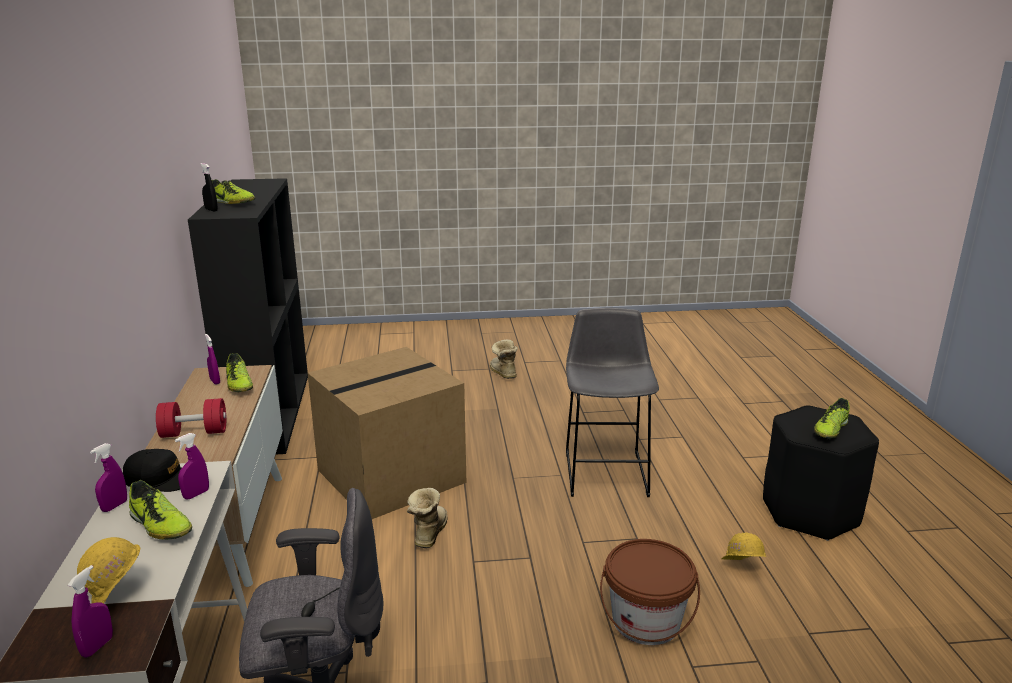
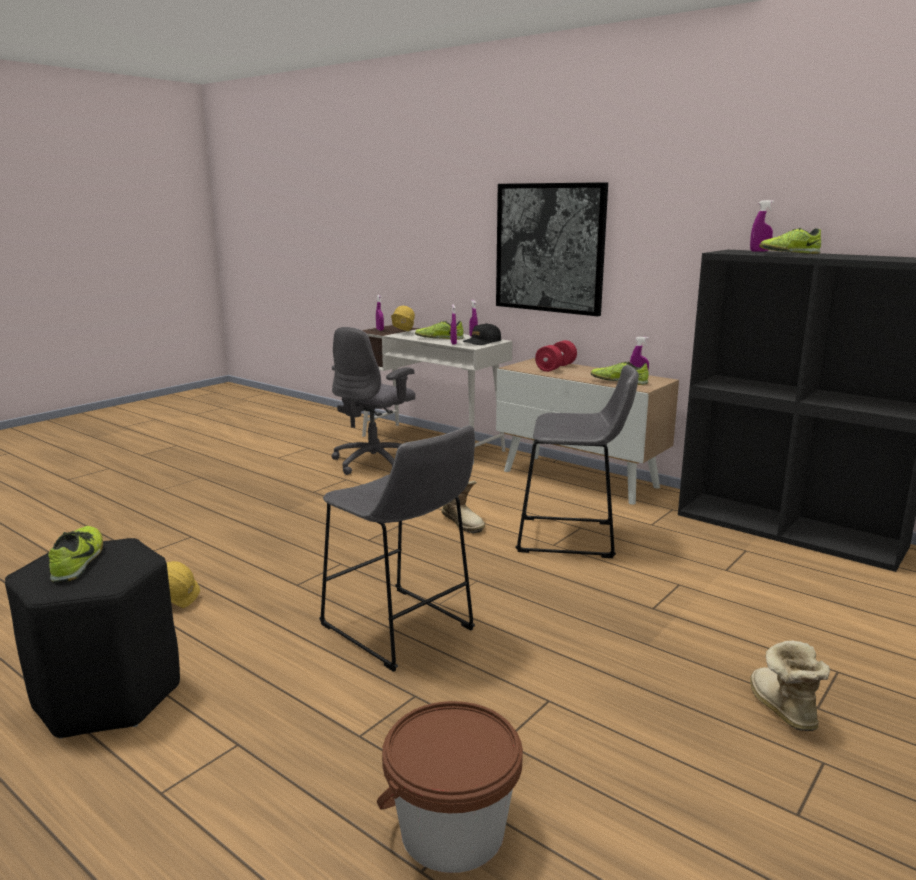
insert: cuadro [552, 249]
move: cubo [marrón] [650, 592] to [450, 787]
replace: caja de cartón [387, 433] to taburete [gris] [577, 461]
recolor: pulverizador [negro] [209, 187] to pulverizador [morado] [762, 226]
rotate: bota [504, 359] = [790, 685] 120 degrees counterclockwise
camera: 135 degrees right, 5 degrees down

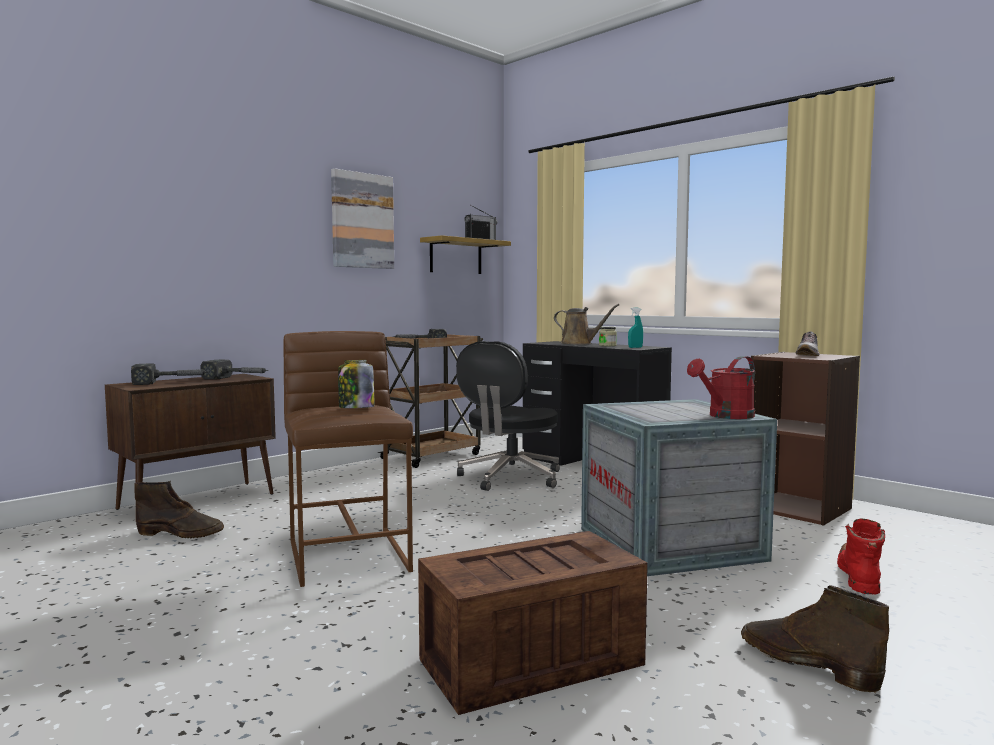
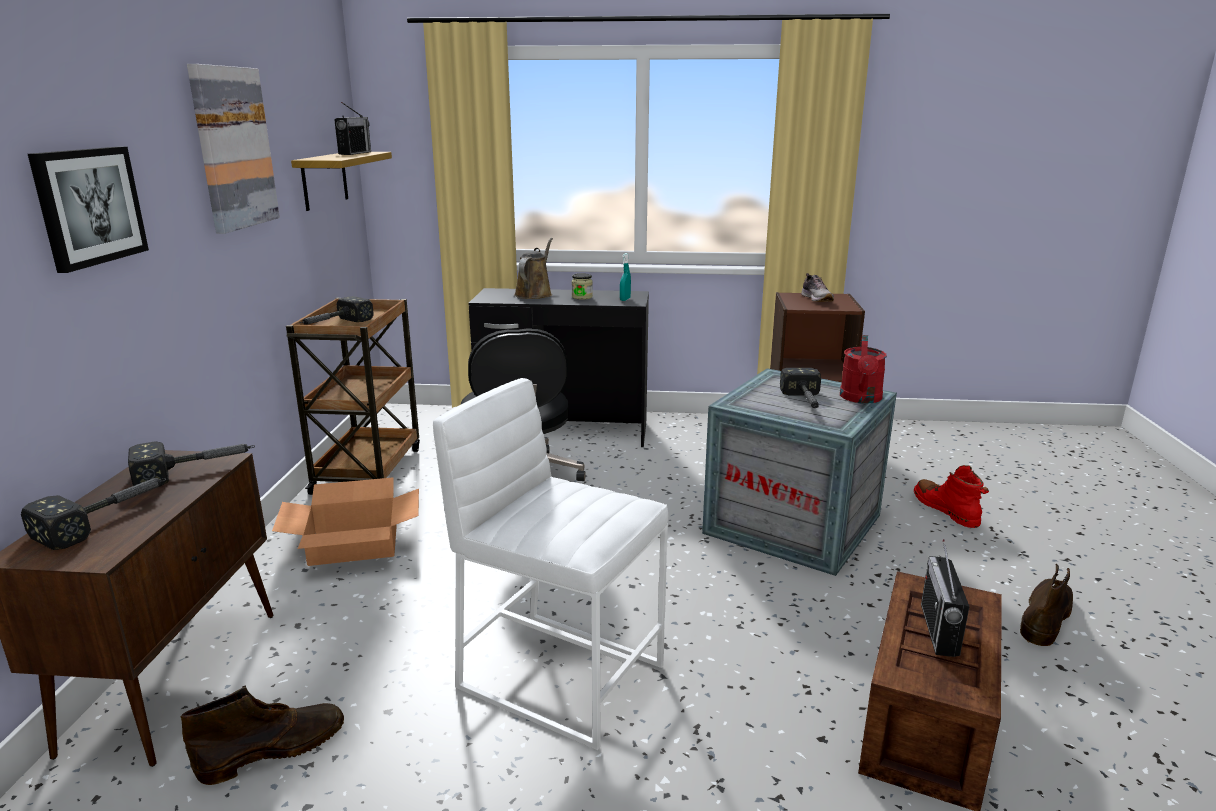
delete: tarro [356, 384]
insert: cuadro [88, 209]; caja de cartón [345, 521]; martillo [800, 388]; radio [945, 598]
recolor: taburete [marrón] [348, 459] to taburete [blanco] [550, 564]
rotate: regadera [marrón] [586, 324] = [533, 268] 60 degrees counterclockwise; bota [marrón] [815, 639] = [1046, 604] 120 degrees clockwise
camera: 40 degrees left, 15 degrees up

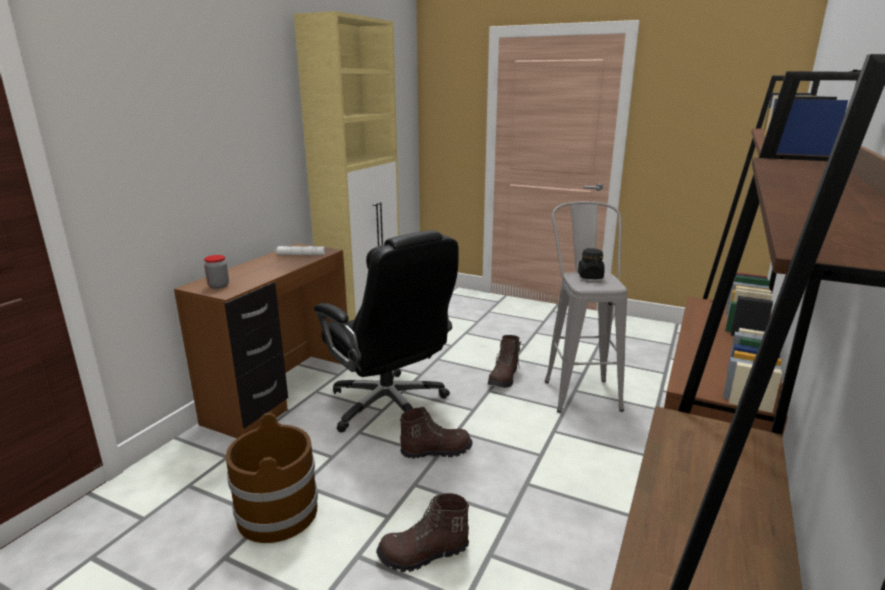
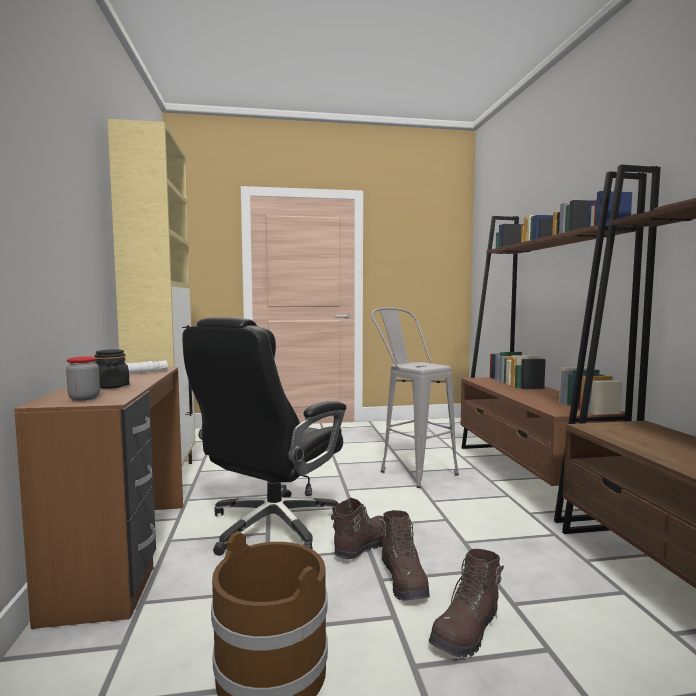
move: bota [marrón] [504, 361] to [405, 555]; tarro [negro] [591, 263] to [112, 369]
rotate: silla de oficina [negro] [386, 331] = [264, 436] 105 degrees clockwise
camera: 35 degrees left, 15 degrees down

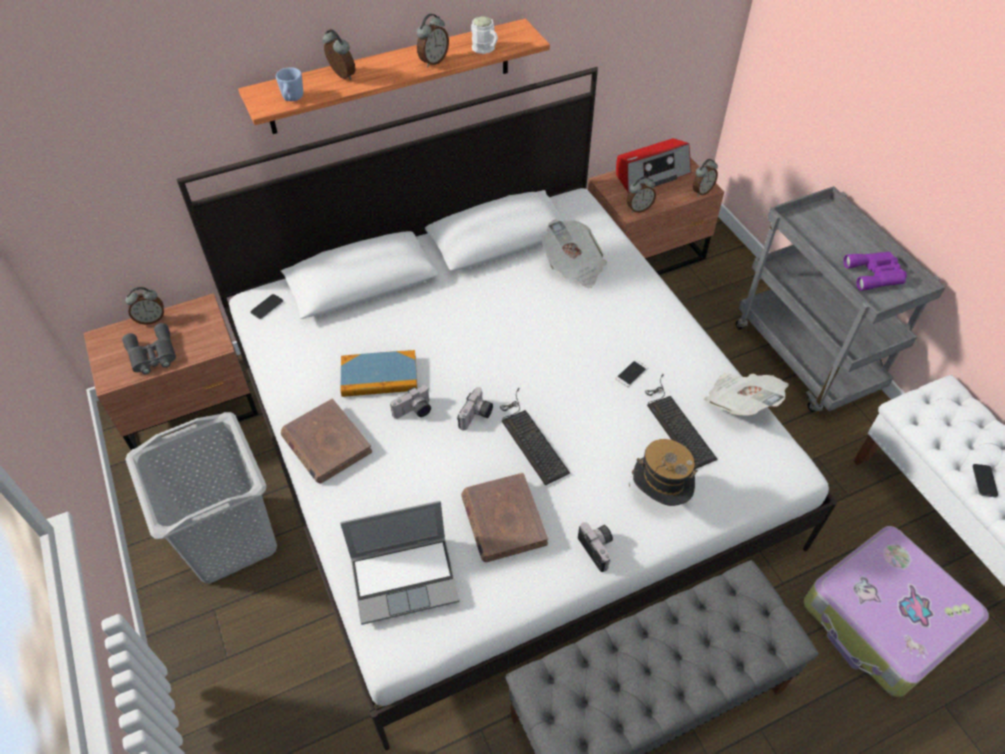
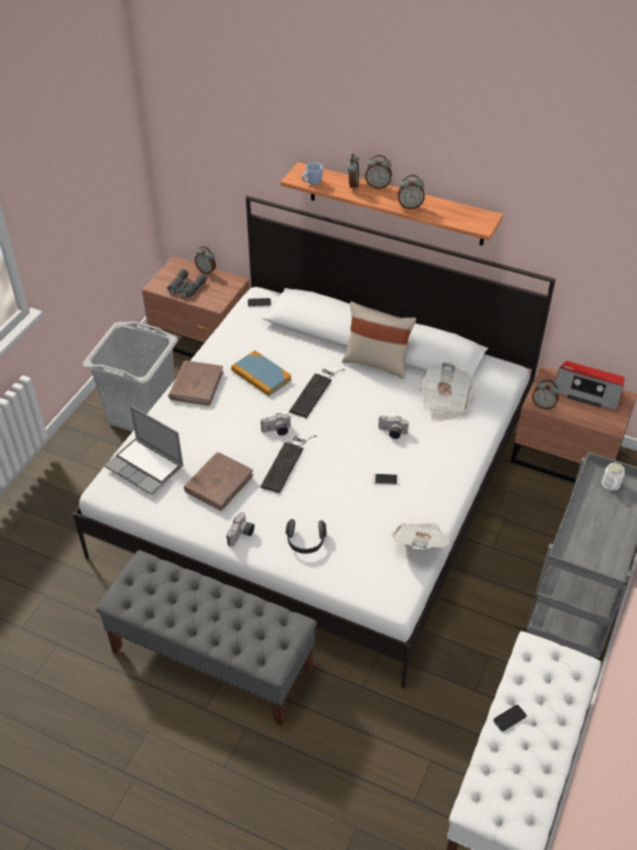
delete: maleta [896, 611]; prismáticos [morado] [875, 271]
insert: cojín [beis] [379, 340]
move: cámara [410, 402] to [393, 427]; taza grande [blanco] [484, 35] to [613, 477]; teclado [681, 422] to [317, 393]; despertador [705, 177] to [378, 172]
replace: sombrero [663, 472] to auriculares [306, 536]
camera: 50 degrees right, 5 degrees down

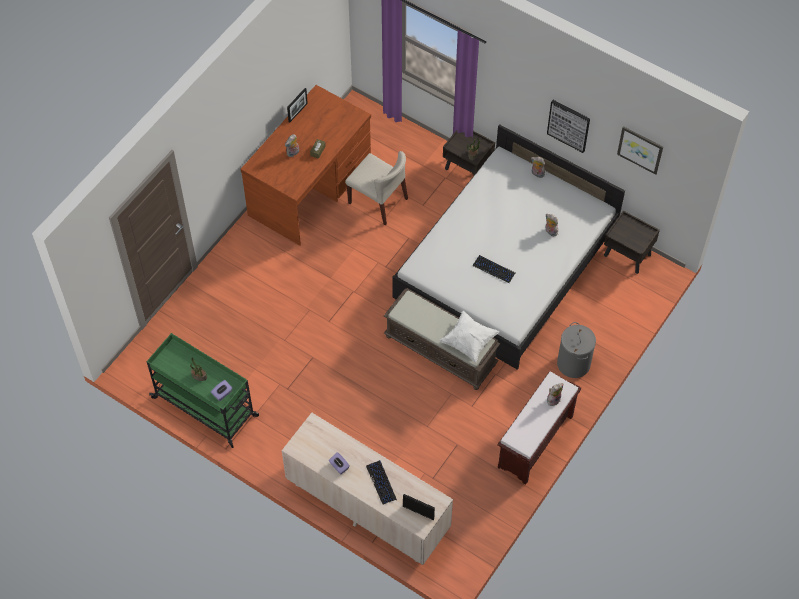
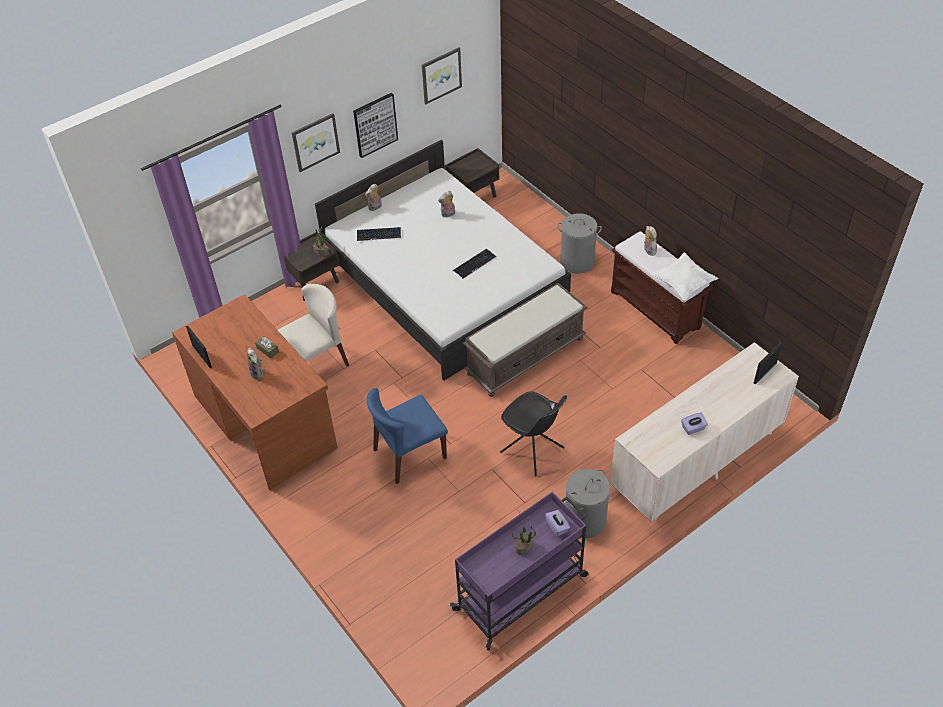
insert: cuadro [316, 142]; silla [azul] [407, 436]; silla [negro] [533, 434]; cesto de la ropa [gris] [587, 503]
move: teclado [381, 482] to [379, 234]; cojín [blanco] [469, 337] to [685, 276]
recolor: carrito [verde] [202, 390] to carrito [morado] [519, 571]
camera: 70 degrees left, 10 degrees down

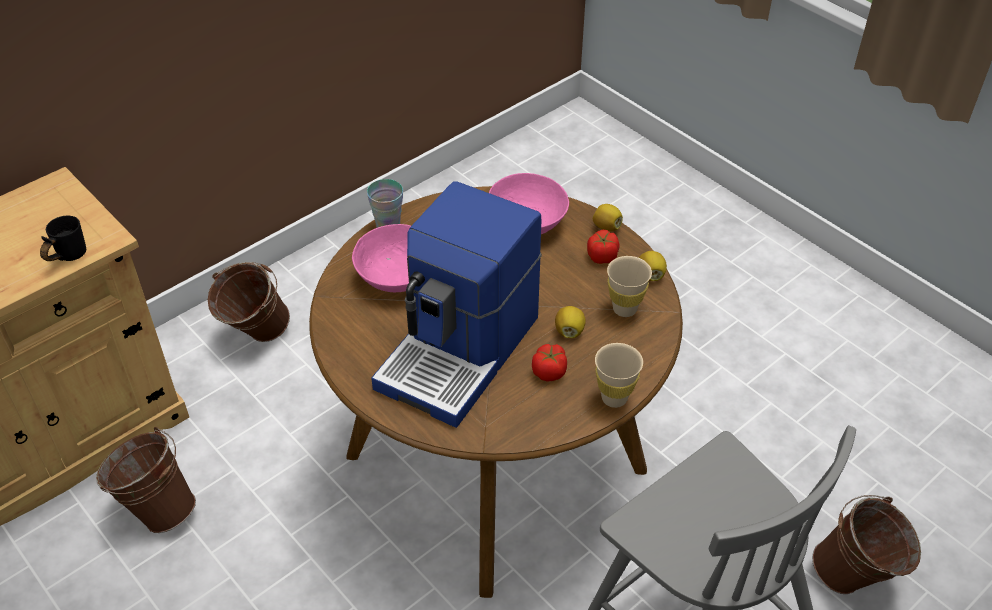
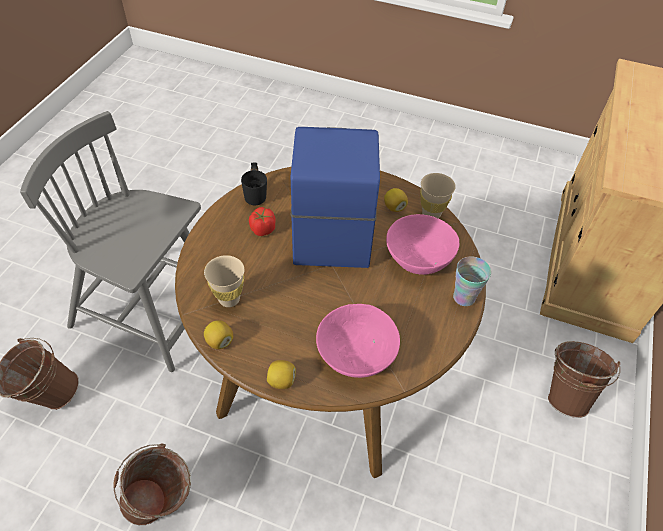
delete: tomate [603, 247]
move: taza grande [negro] [63, 238] to [254, 184]; cubo [marrón] [146, 480] to [152, 484]; limón [570, 322] to [396, 200]; taza [beis] [619, 375] to [438, 196]
camera: 150 degrees right, 5 degrees up

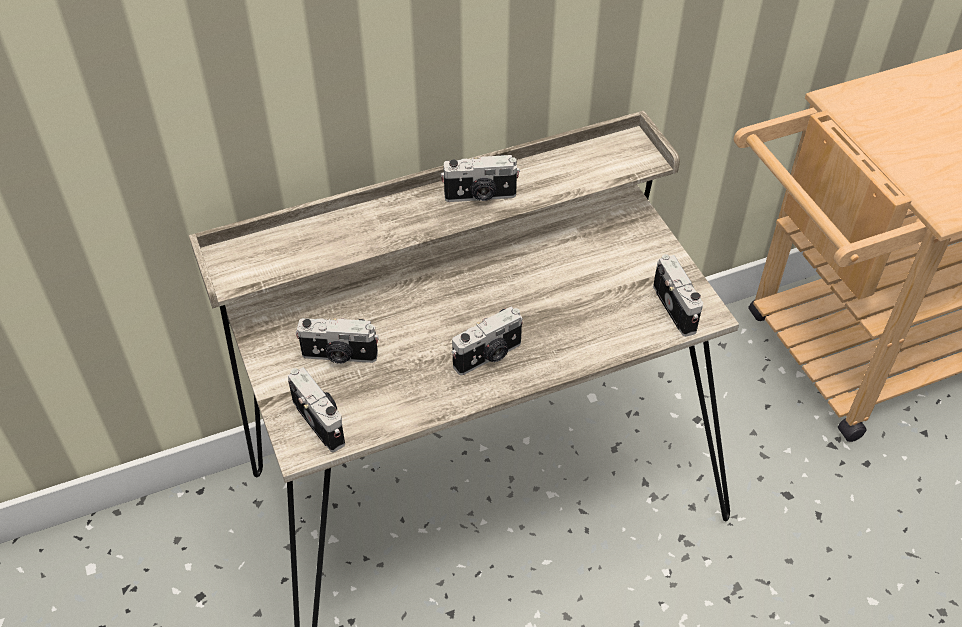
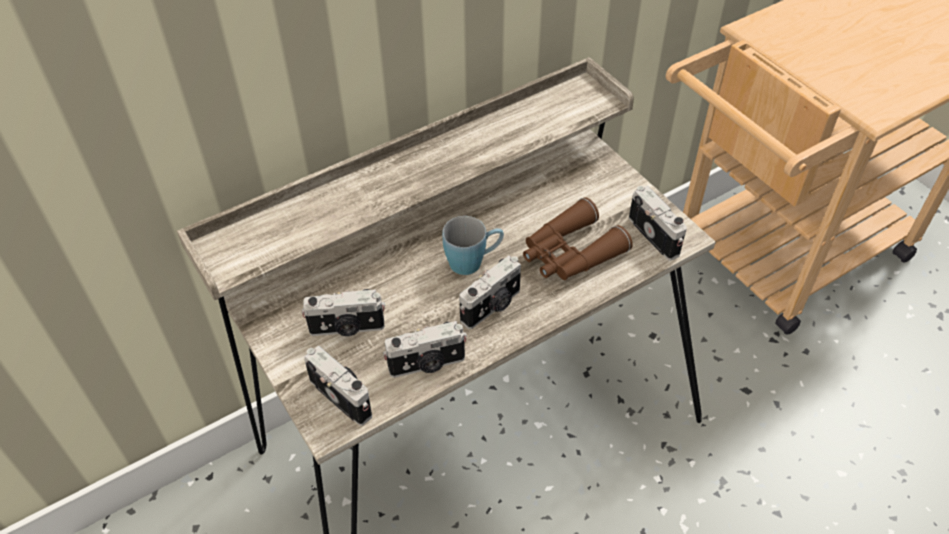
insert: taza grande [azul] [473, 245]; prismáticos [marrón] [578, 238]
move: cámara [480, 178] to [425, 349]
camera: 10 degrees left, 0 degrees up

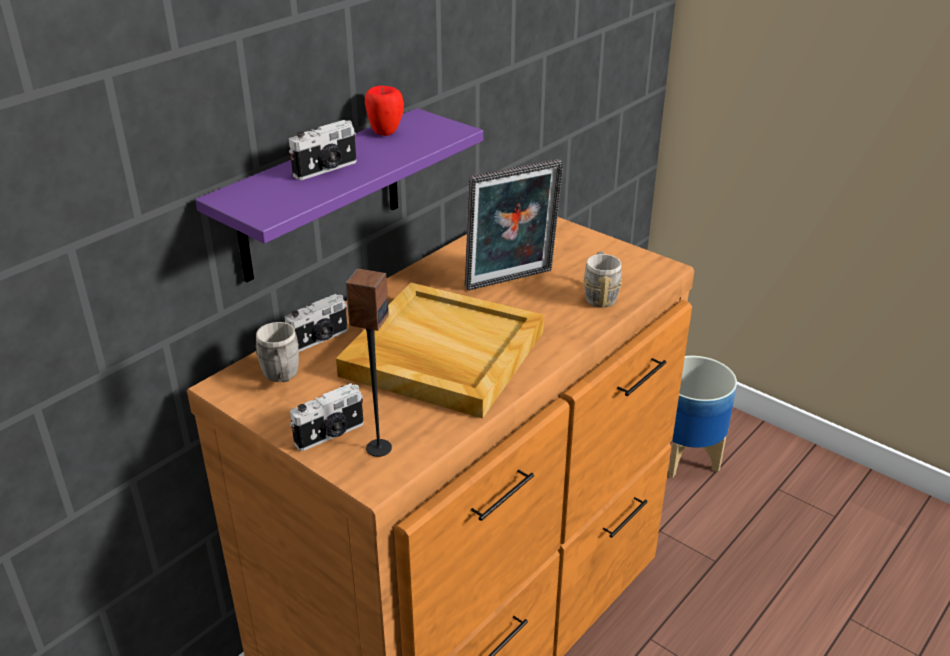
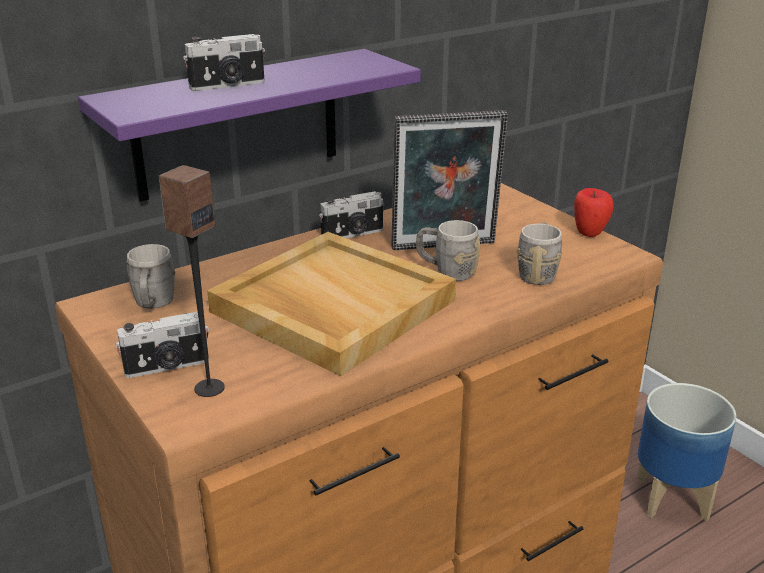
insert: taza grande [gris] [448, 250]
move: cámara [316, 323] to [352, 214]; manzana [384, 111] to [593, 212]
camera: 15 degrees right, 5 degrees down

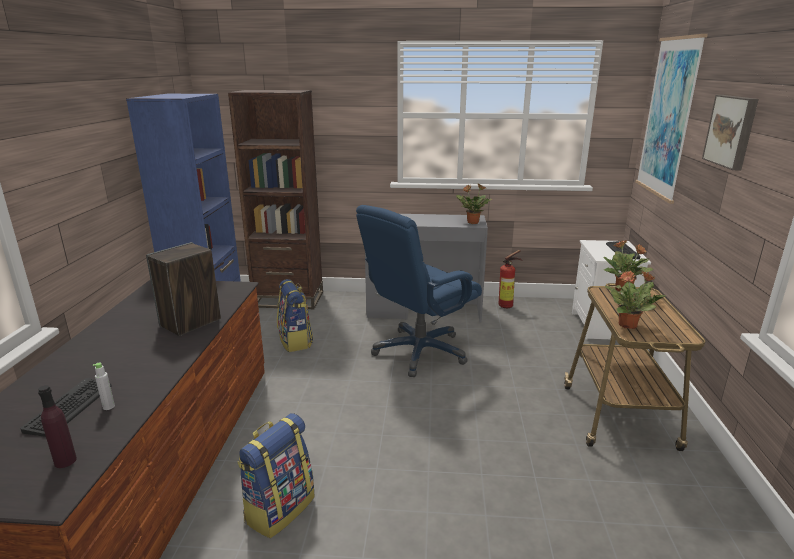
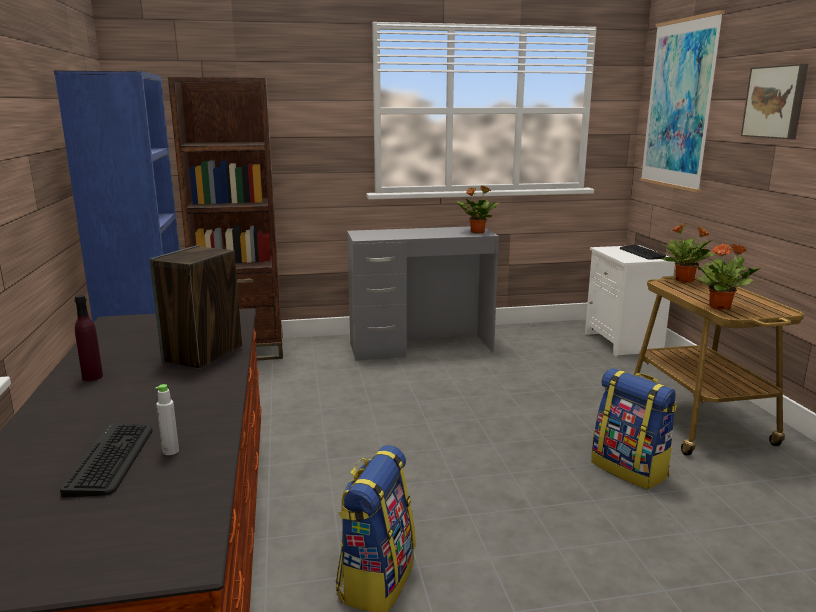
delete: silla de oficina [azul] [419, 291]; extintor [510, 279]
move: botella [morado] [57, 426] to [88, 338]; mochila [295, 315] to [634, 429]
camera: 15 degrees left, 5 degrees down

